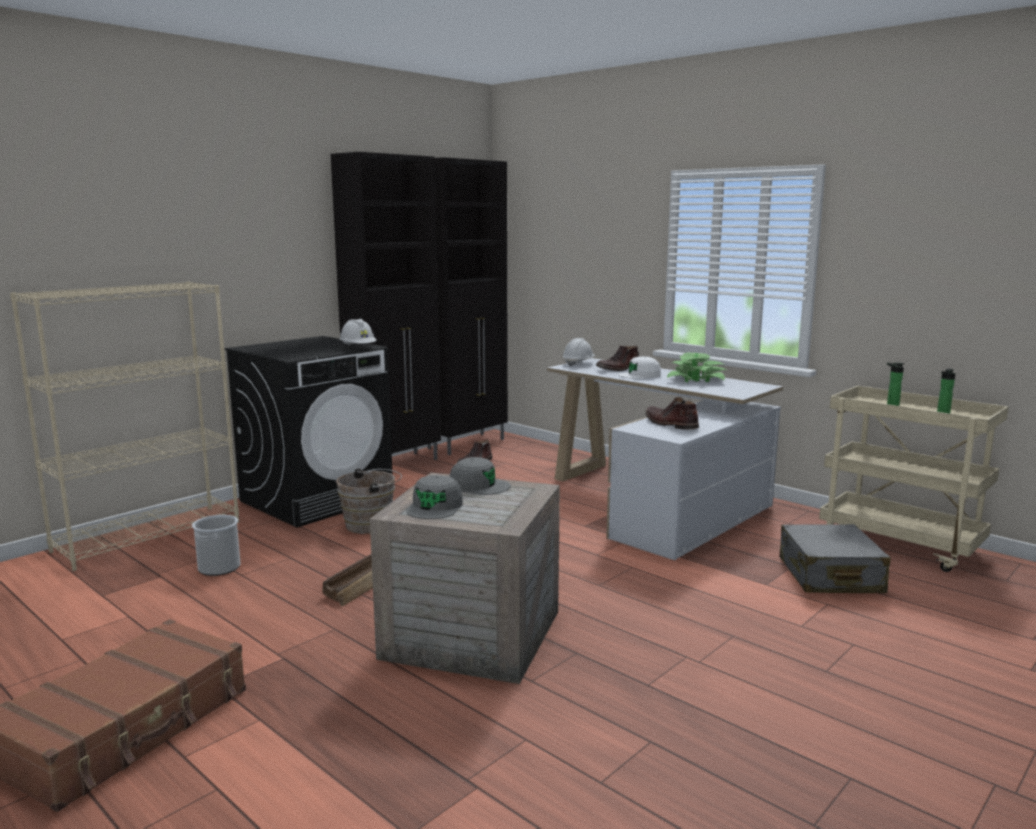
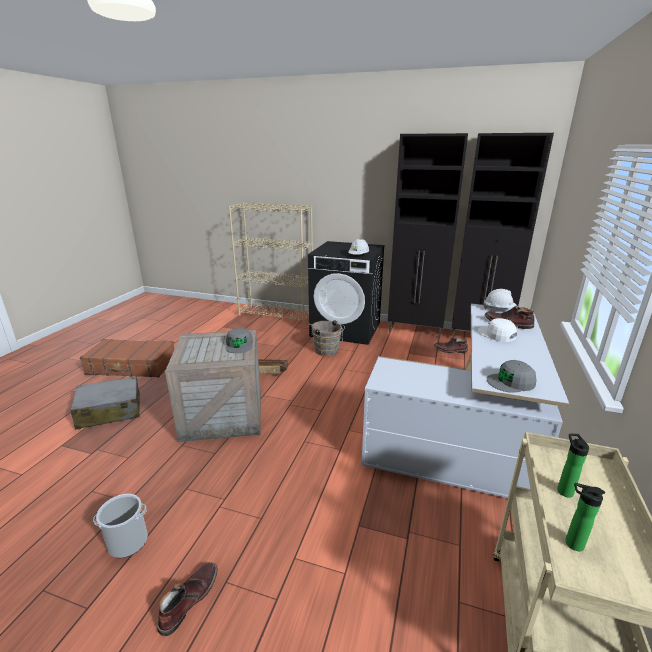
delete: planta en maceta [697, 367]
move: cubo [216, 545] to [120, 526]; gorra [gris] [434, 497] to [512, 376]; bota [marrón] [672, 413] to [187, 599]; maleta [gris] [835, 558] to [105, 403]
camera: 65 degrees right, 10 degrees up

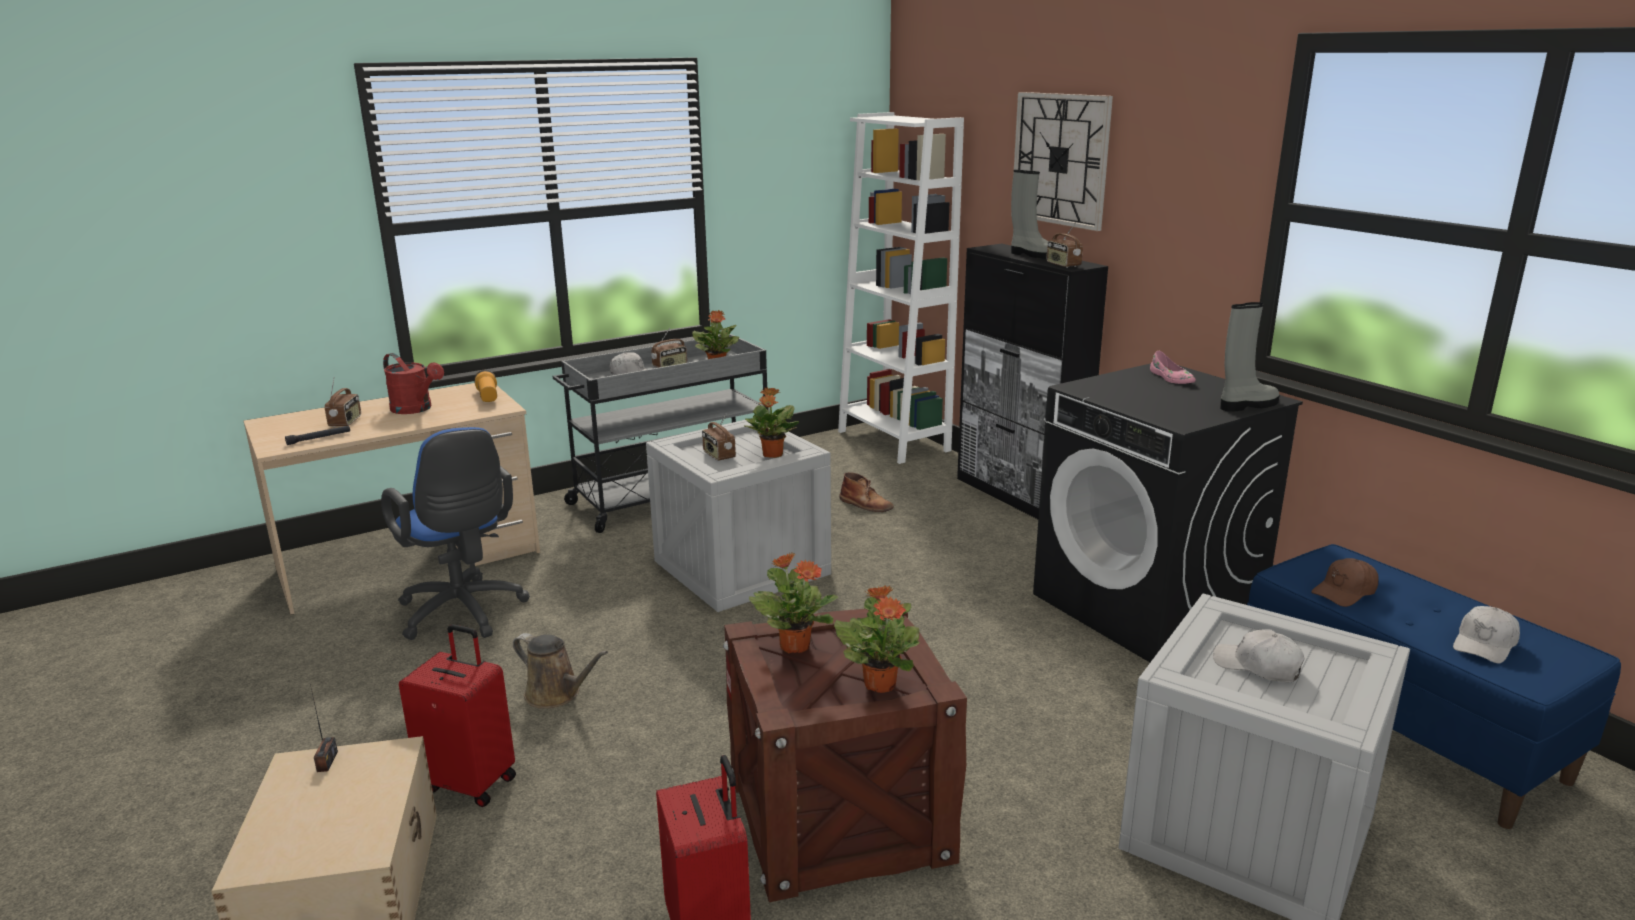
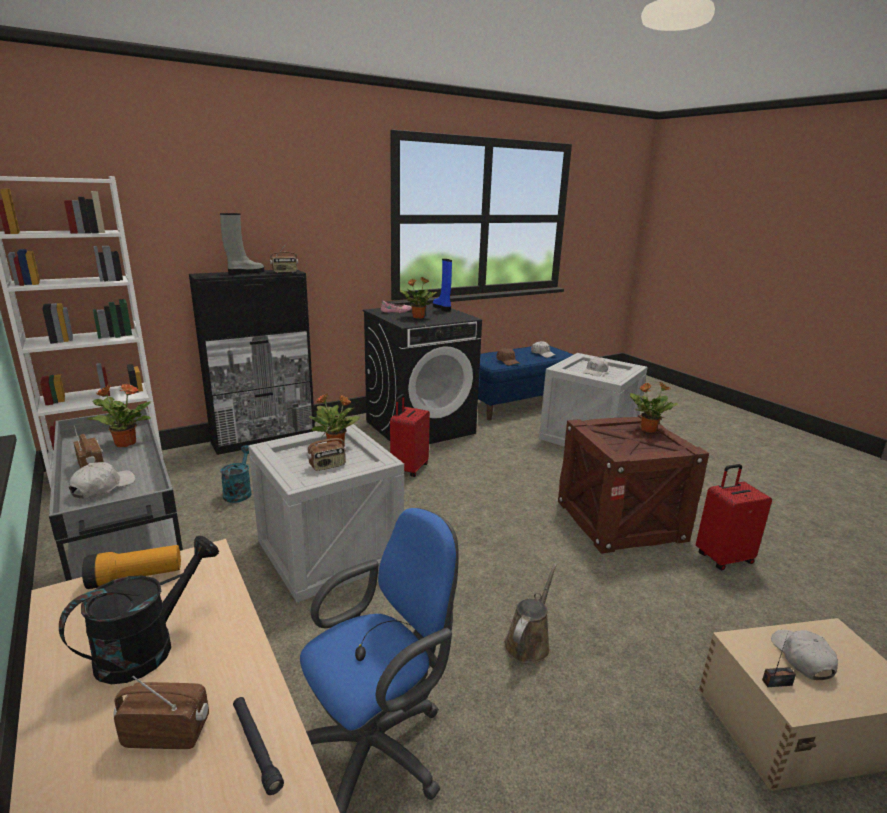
delete: reloj de pared [1062, 161]
insert: gorra [blanco] [804, 655]
move: maleta [rojo] [457, 715] to [410, 435]; planta en maceta [793, 603] to [418, 298]
replace: bota [marrón] [866, 492] to regadera [turquesa] [236, 474]
recolor: regadera [rojo] [413, 383] to regadera [negro] [139, 610]; bota [gris] [1250, 357] to bota [azul] [442, 285]
camera: 90 degrees left, 0 degrees up

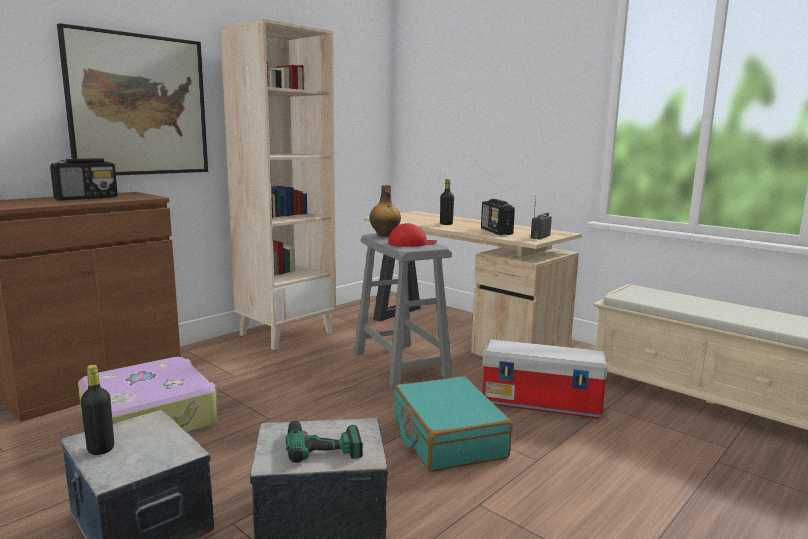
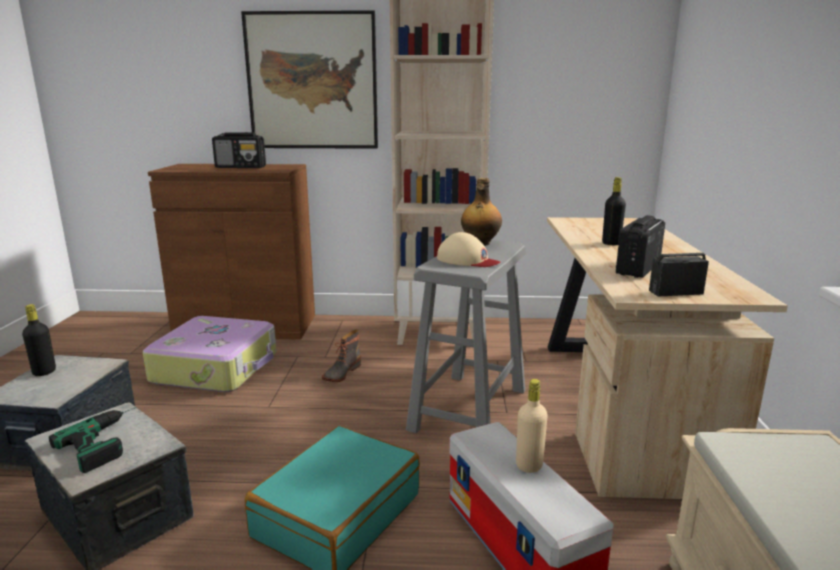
insert: bota [341, 356]; botella [beis] [532, 426]
recolor: gorra [rojo] [412, 235] to gorra [beis] [469, 249]
camera: 50 degrees right, 5 degrees up

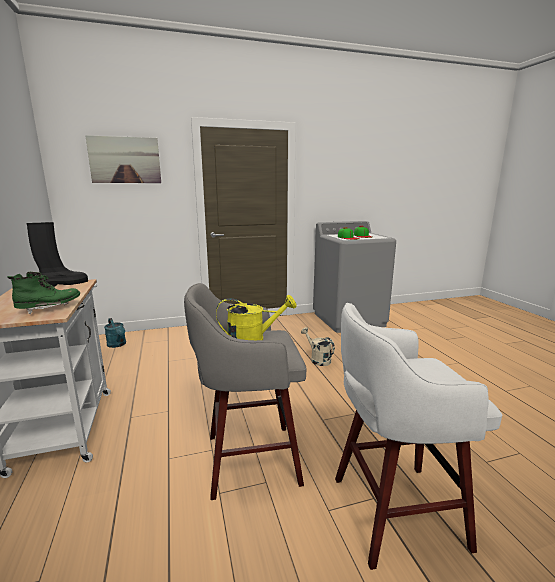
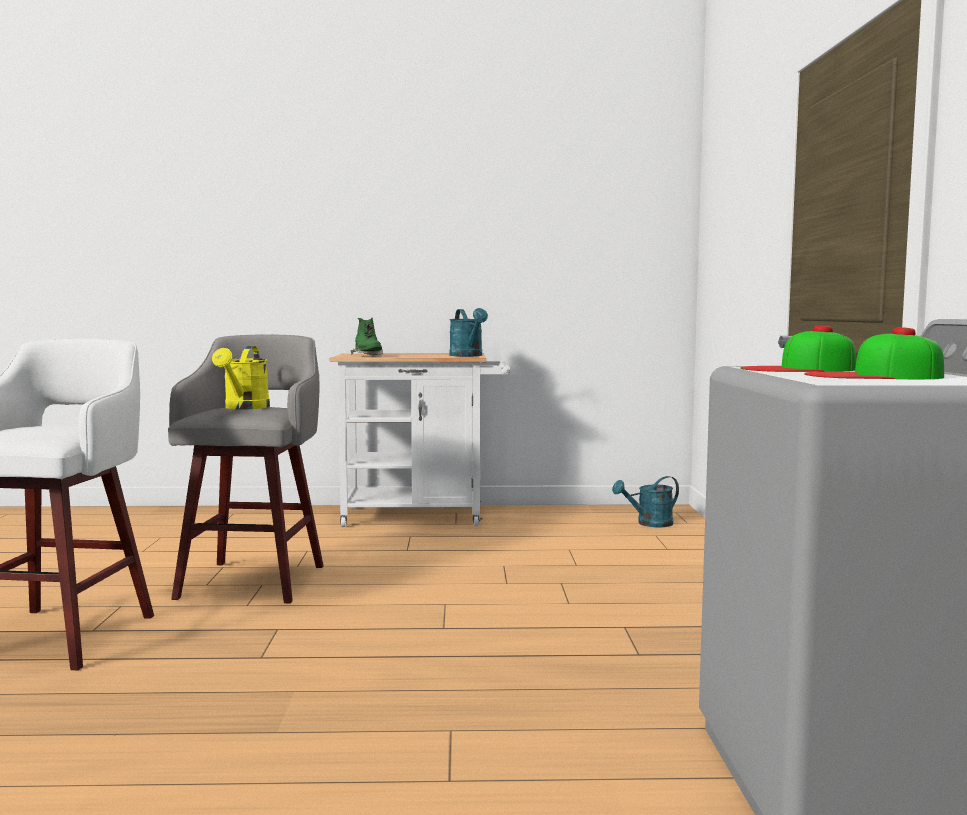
delete: cuadro [123, 159]; regadera [beis] [318, 346]
replace: bota [negro] [57, 254] to regadera [turquesa] [468, 332]
camera: 105 degrees right, 10 degrees down

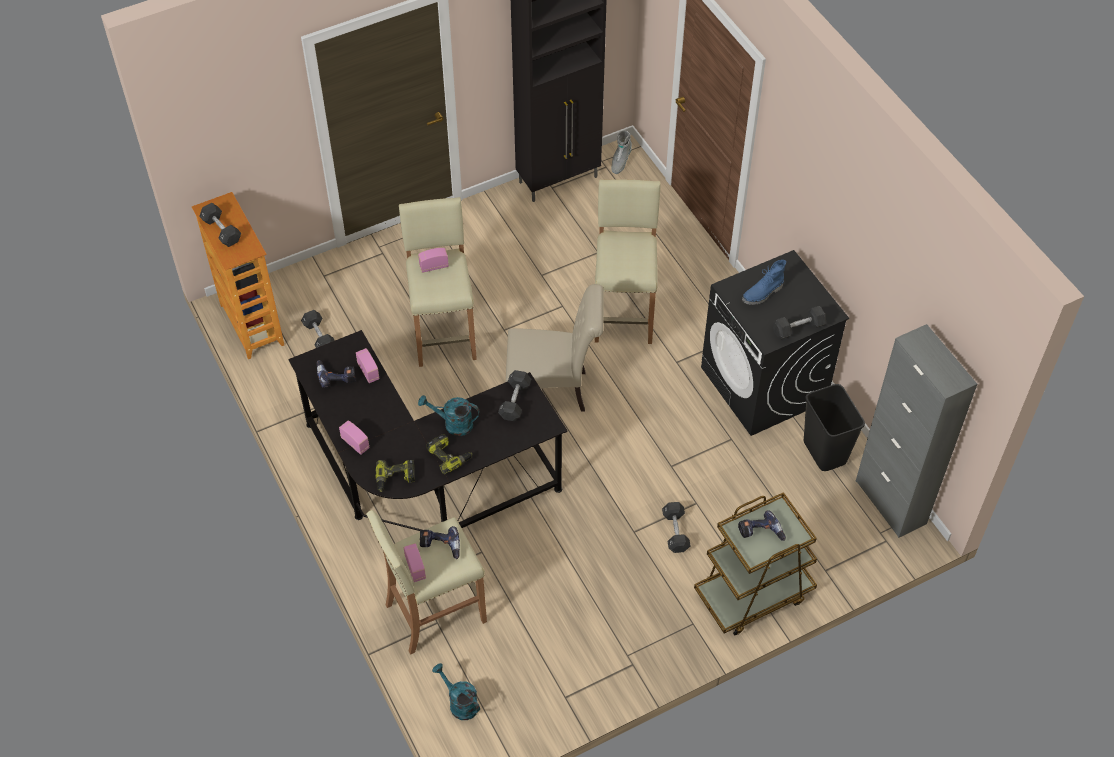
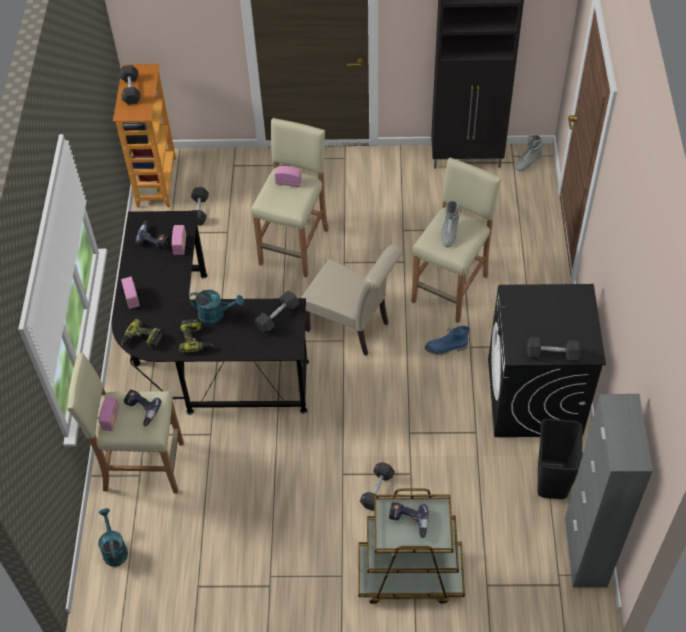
insert: bota [gris] [450, 223]
move: bota [azul] [764, 282] to [447, 340]
rotate: regadera [turquesa] [448, 415] = [216, 307] 150 degrees clockwise
camera: 30 degrees right, 0 degrees up

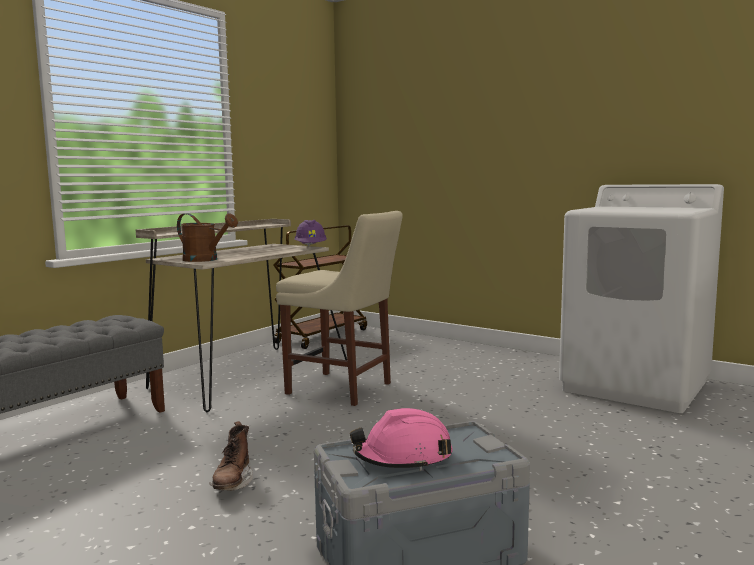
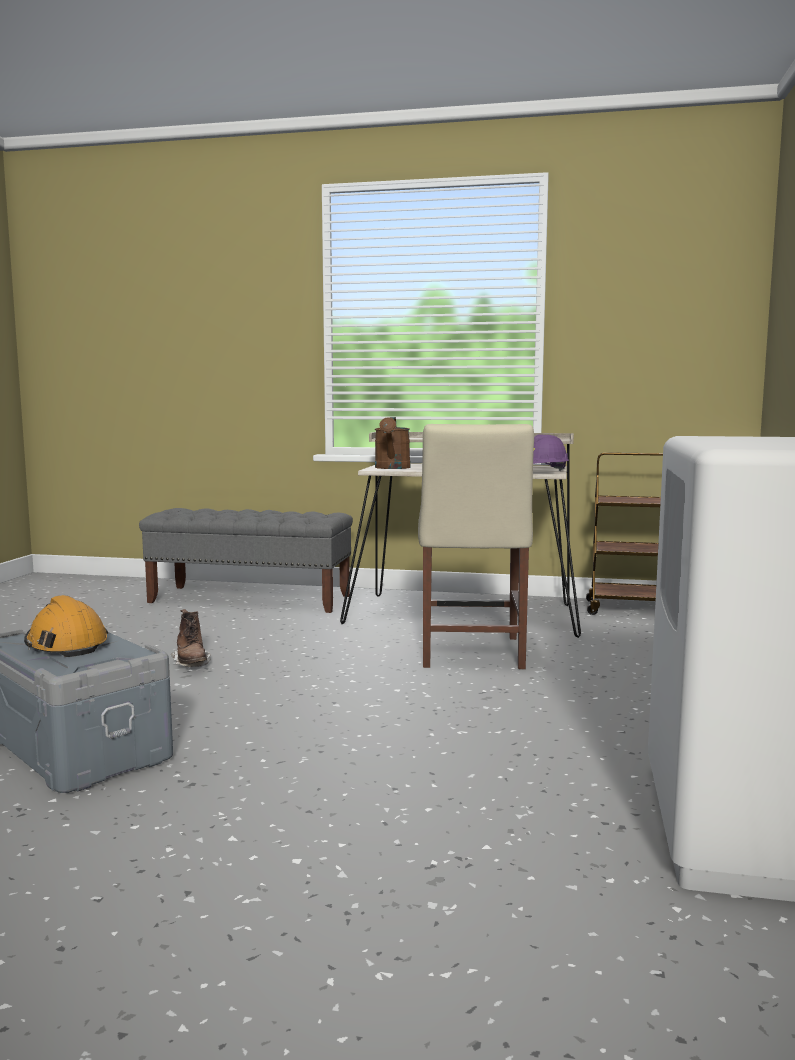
recolor: casco [rosa] [401, 439] to casco [naranja] [66, 626]
rotate: bota [marrón] [231, 456] = [190, 638] 90 degrees counterclockwise
camera: 65 degrees right, 0 degrees up

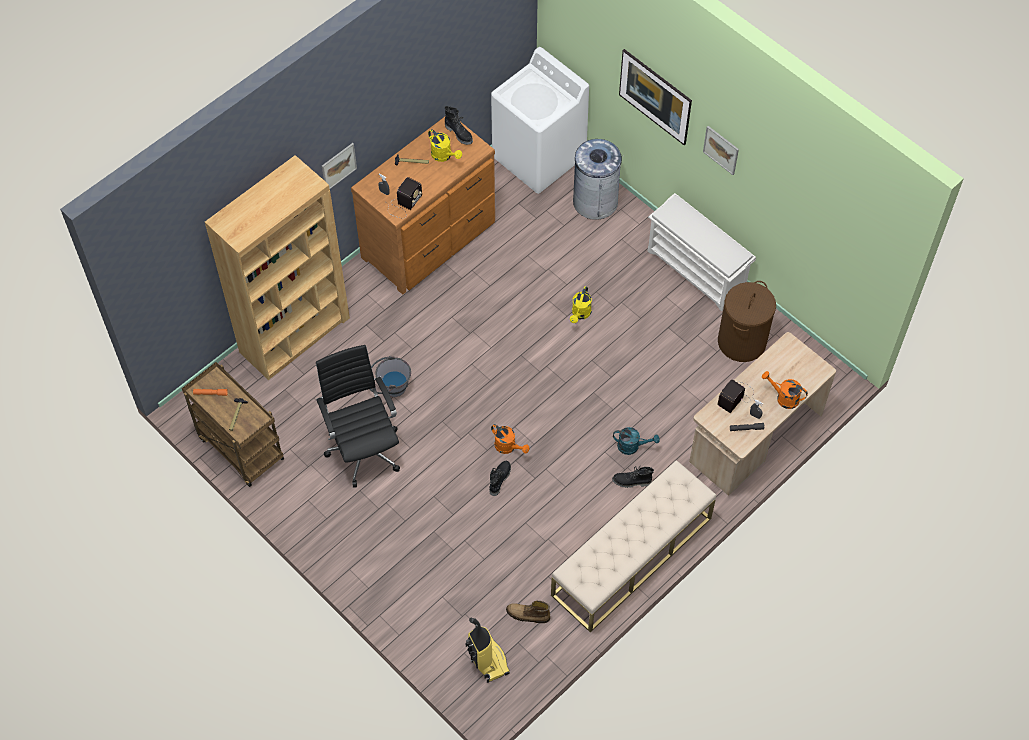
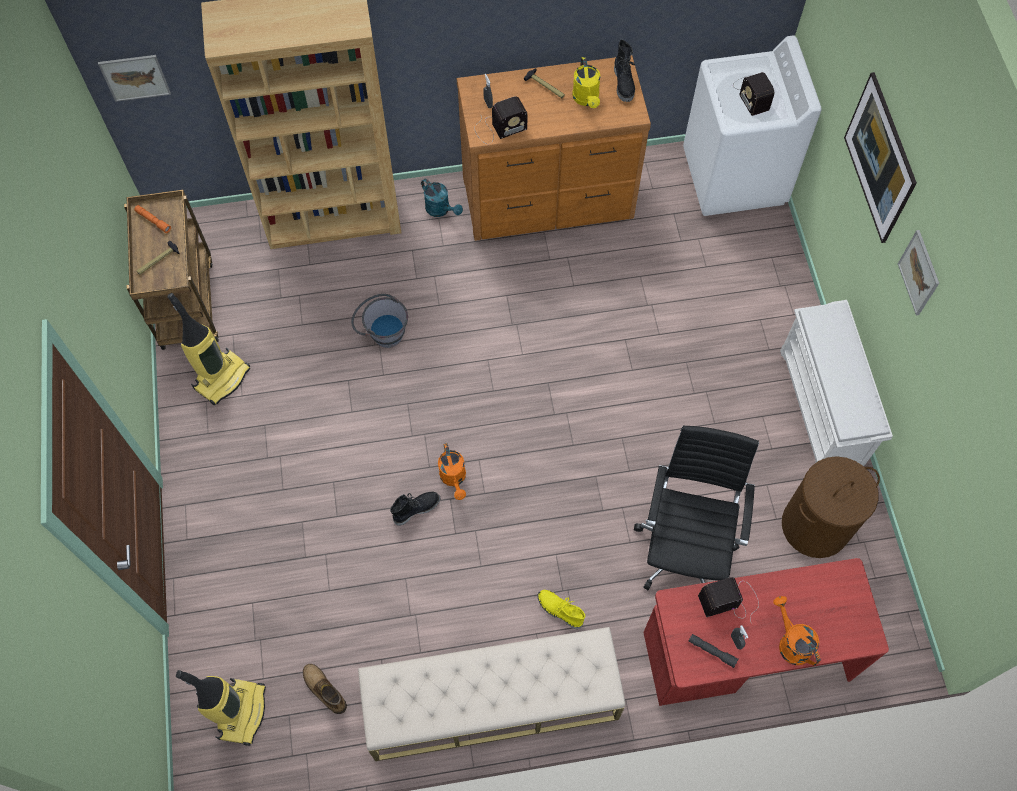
delete: regadera [amarillo] [581, 304]; papelera [gris] [597, 179]
insert: aspiradora [209, 349]; radio [753, 94]
move: silla de oficina [negro] [358, 416] to [696, 507]; cuadro [339, 166] to [134, 78]; regadera [turquesa] [636, 441] to [442, 198]
recolor: bota [negro] [633, 477] to bota [amarillo] [561, 609]; escritorio [beis] [762, 414] to escritorio [rojo] [766, 632]
camera: 35 degrees right, 5 degrees up

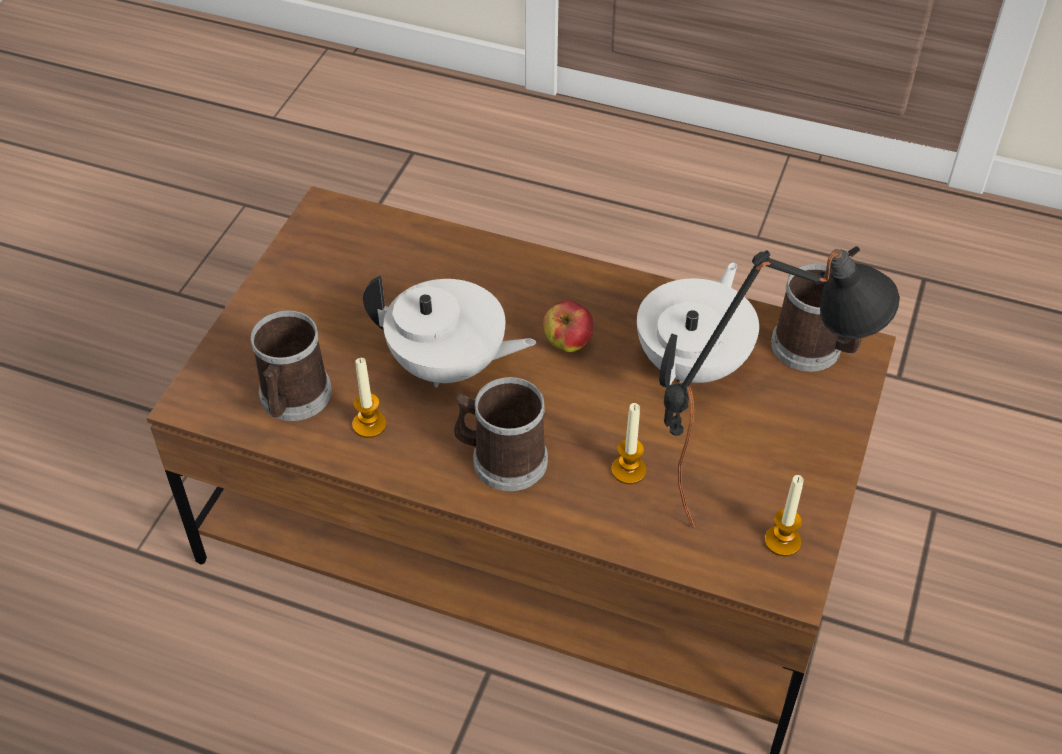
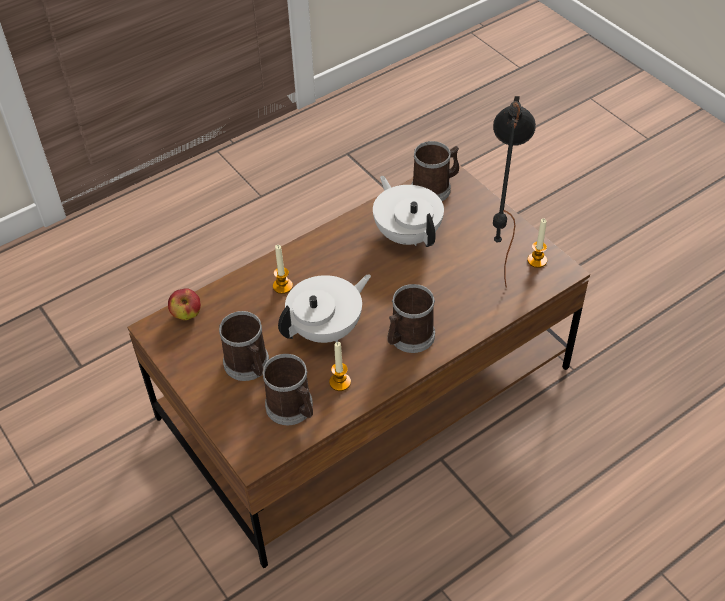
insert: taza grande [244, 346]
move: manzana [568, 326] to [184, 304]; vela [628, 443] to [283, 269]
camera: 55 degrees left, 0 degrees up

